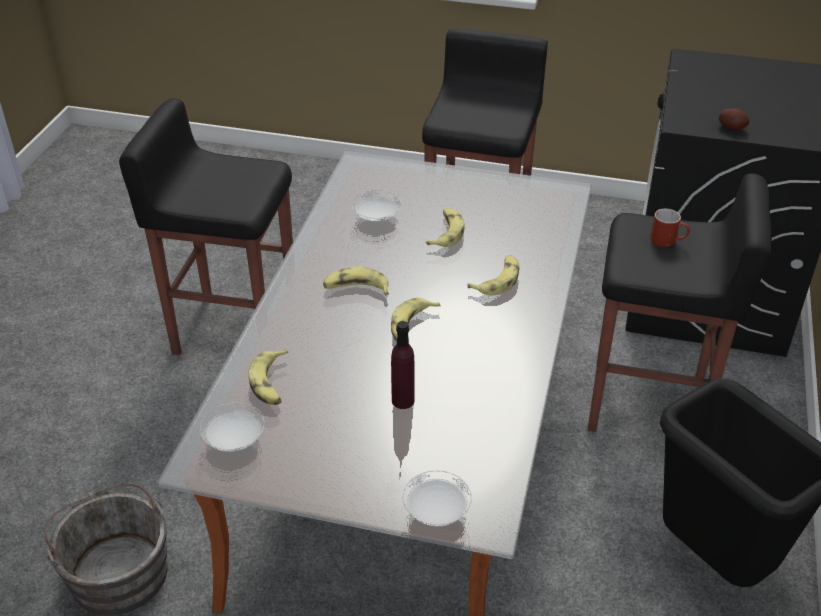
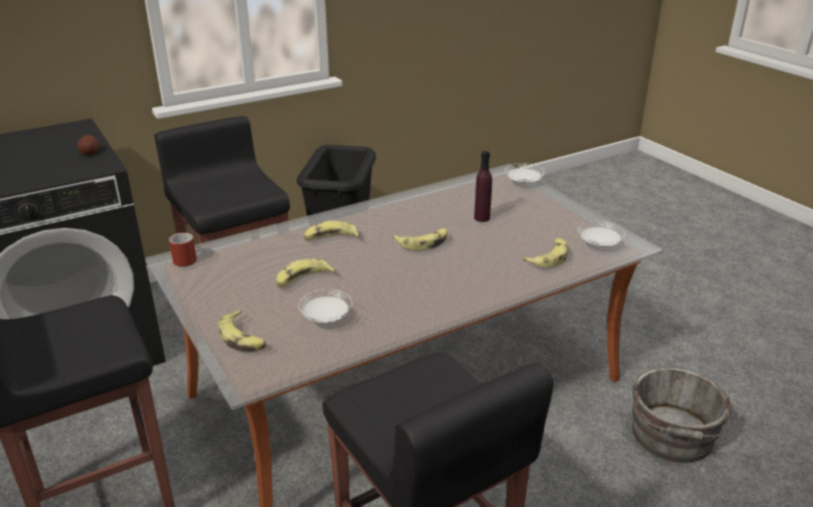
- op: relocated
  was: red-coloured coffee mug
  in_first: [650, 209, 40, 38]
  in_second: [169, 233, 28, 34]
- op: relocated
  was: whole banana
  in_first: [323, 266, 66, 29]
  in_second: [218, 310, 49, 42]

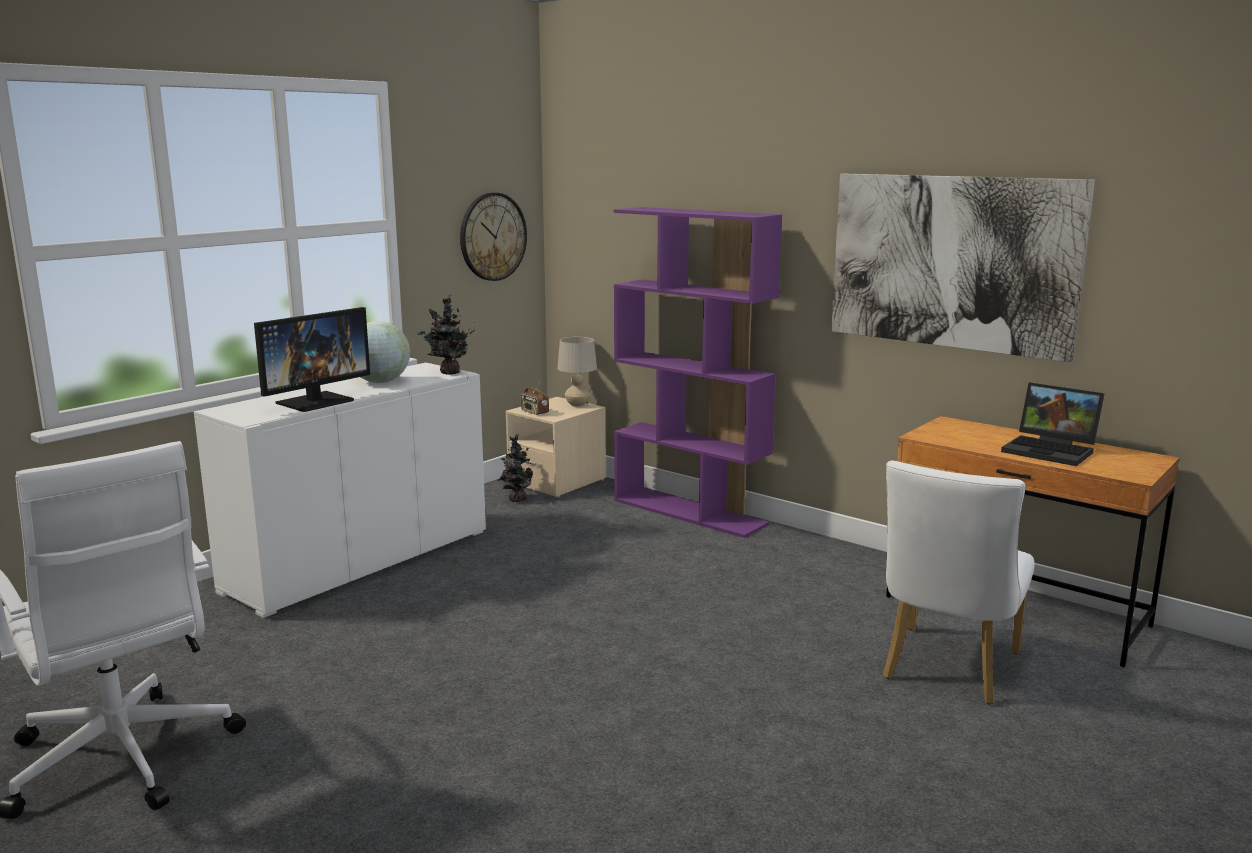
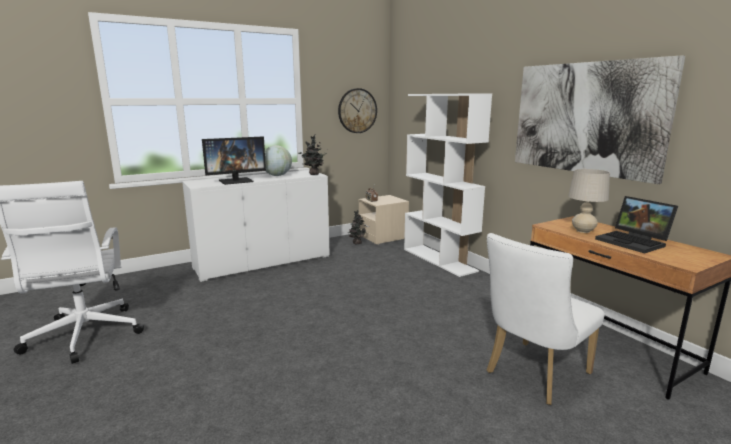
- op: colour
  was: purple bookshelf
  now: whitish bookshelf
  in_first: [614, 207, 168, 331]
  in_second: [404, 93, 88, 184]
- op: relocated
  was: sand-coloured table lamp
  in_first: [558, 337, 39, 70]
  in_second: [568, 169, 42, 64]

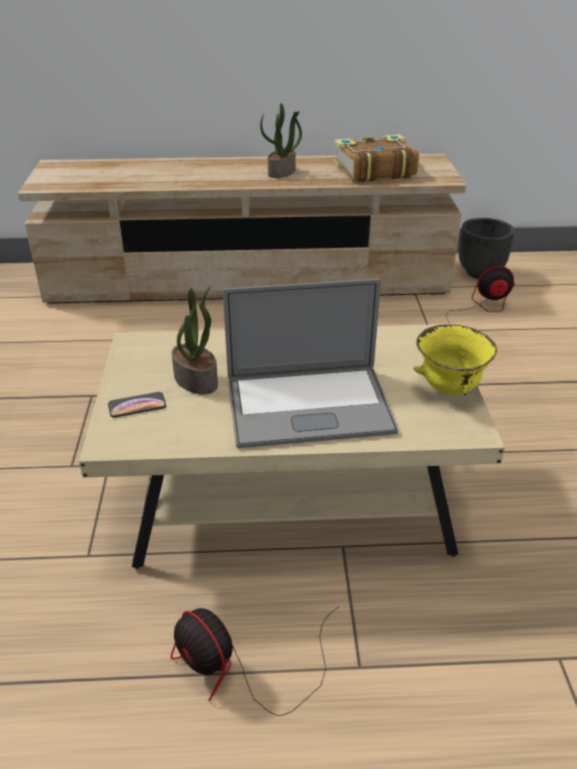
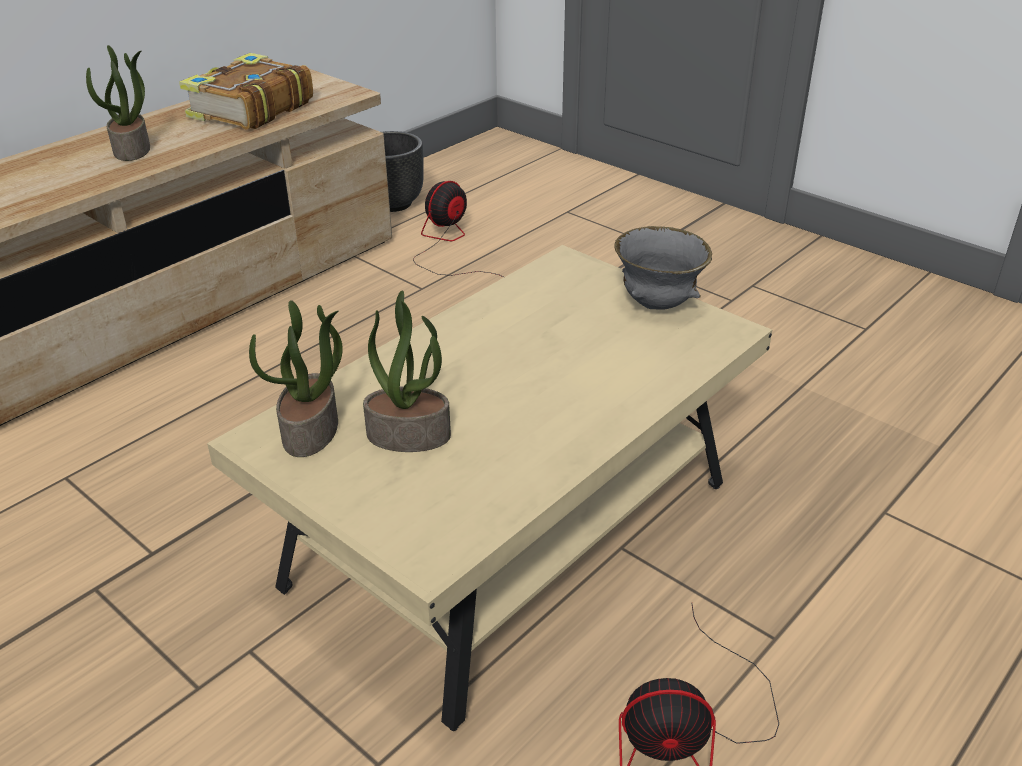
- op: missing
  was: portable computer
  in_first: [223, 279, 175, 169]
- op: colour
  was: yellow-coloured serving bowl
  now: greyish serving bowl
  in_first: [413, 324, 84, 71]
  in_second: [614, 226, 98, 84]
- op: missing
  was: telephone
  in_first: [108, 392, 58, 26]
- op: appeared
  now: potted plant
  in_second: [249, 300, 94, 157]

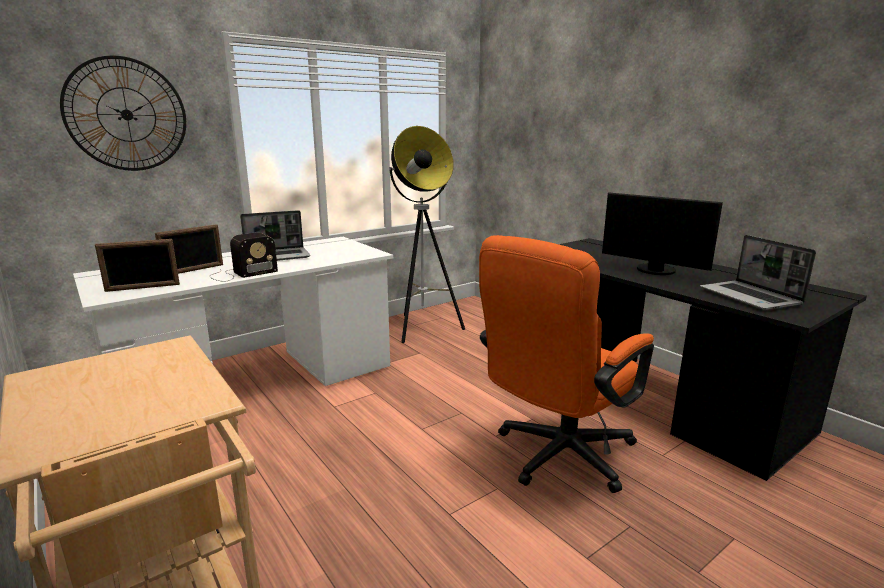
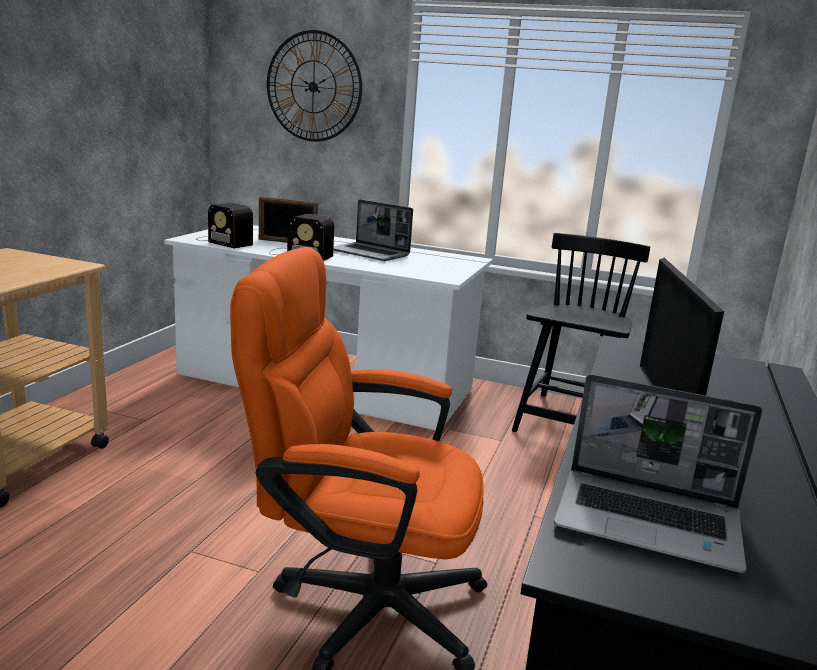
- op: exchanged
  was: floor lamp
  now: black plain chair
  in_first: [389, 126, 76, 217]
  in_second: [512, 233, 138, 199]
- op: spun
  was: portable computer
  in_first: [700, 235, 116, 75]
  in_second: [554, 374, 208, 199]
  clockwise: -105
- op: exchanged
  was: picture frame
  now: radio receiver
  in_first: [95, 239, 85, 53]
  in_second: [196, 203, 57, 45]

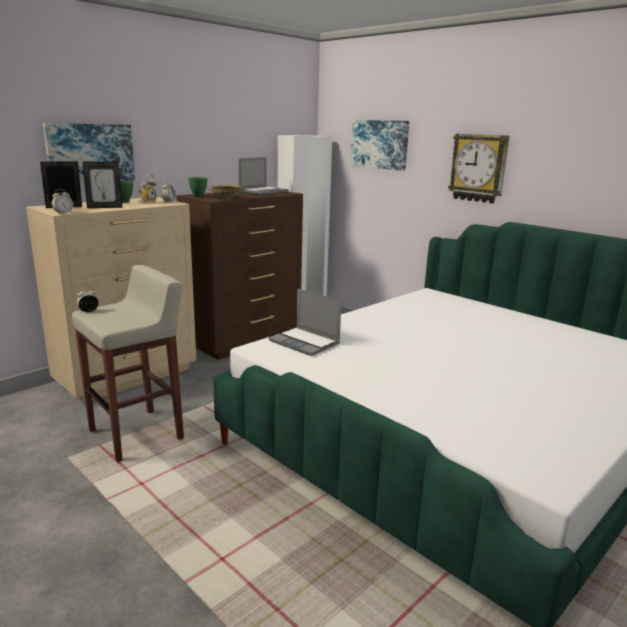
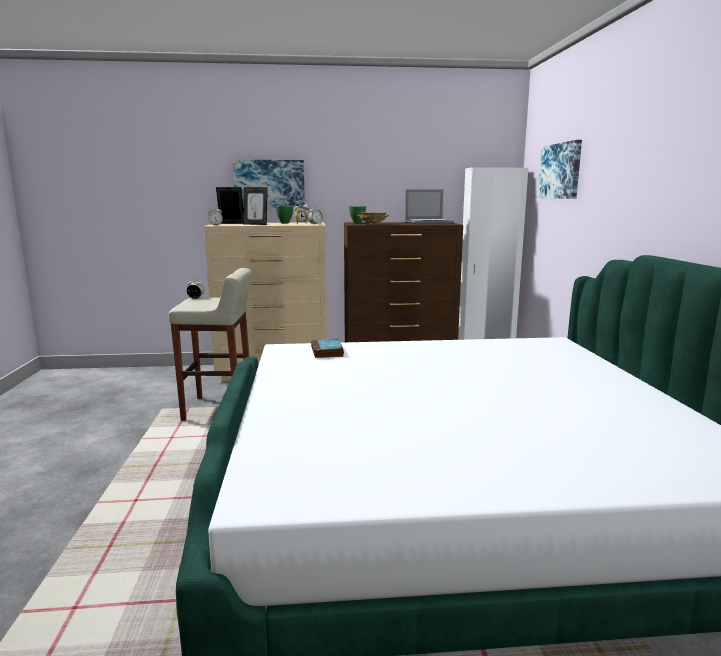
- op: missing
  was: hanging clock
  in_first: [448, 134, 61, 70]
- op: exchanged
  was: portable computer
  now: volume
  in_first: [269, 289, 73, 67]
  in_second: [311, 339, 33, 19]

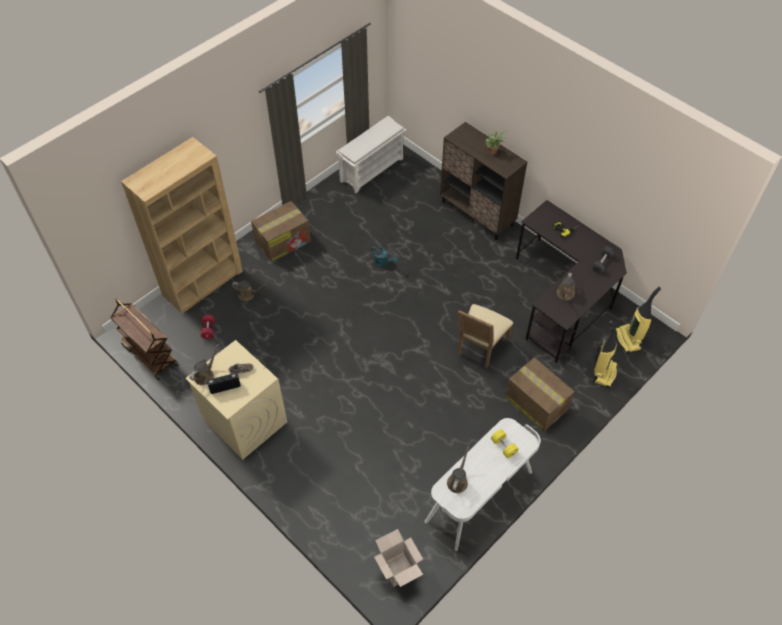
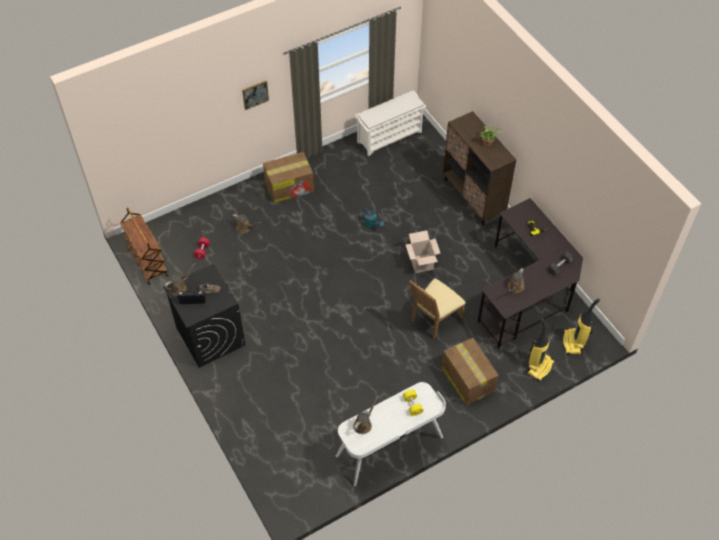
- op: missing
  was: brown-coloured bookshelf
  in_first: [121, 137, 122, 177]
- op: colour
  was: sand-coloured laundry appliance
  now: black laundry appliance
  in_first: [185, 340, 102, 120]
  in_second: [163, 264, 83, 104]
- op: relocated
  was: cardboard box
  in_first: [374, 529, 49, 58]
  in_second: [405, 230, 35, 43]
- op: appeared
  now: picture
  in_second: [242, 81, 27, 29]

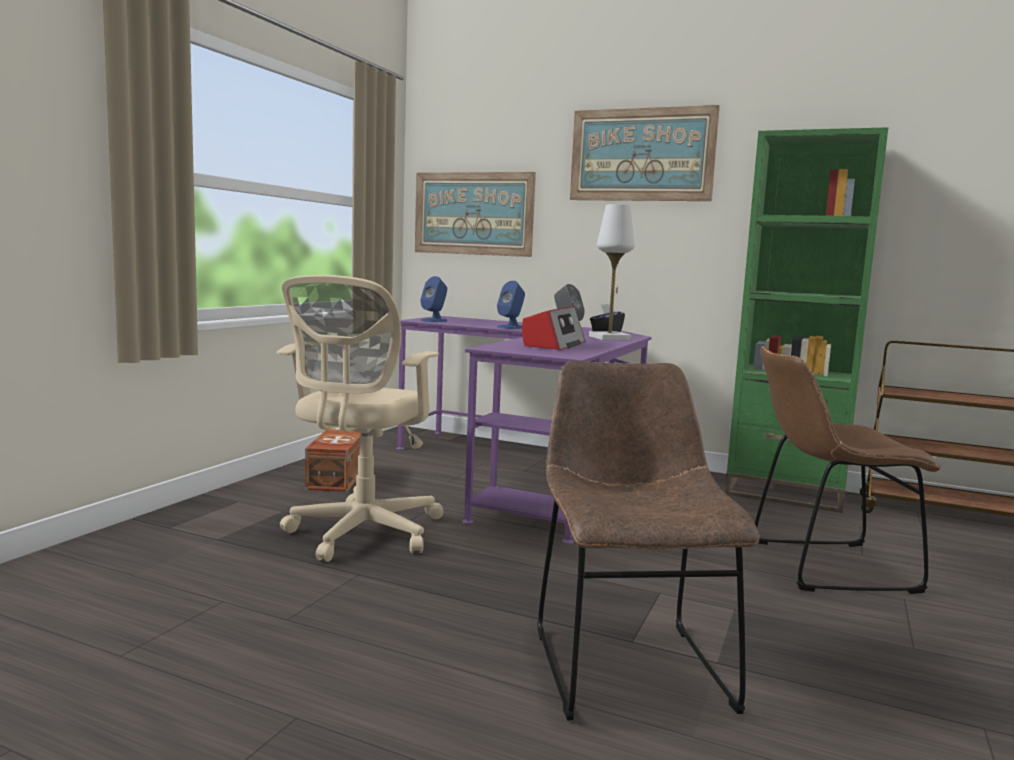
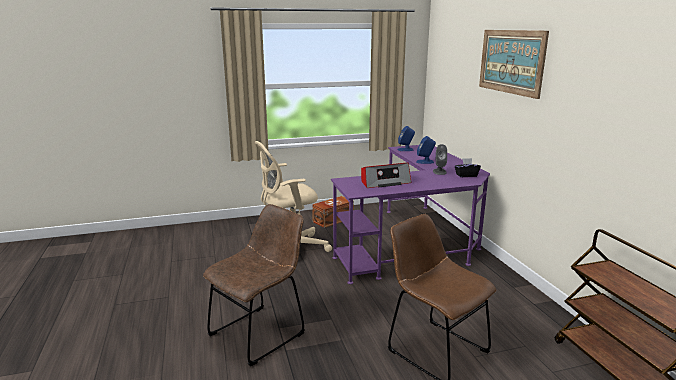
- op: missing
  was: green bookshelf
  in_first: [724, 127, 164, 386]
- op: missing
  was: picture
  in_first: [415, 172, 121, 85]
- op: missing
  was: whitish table lamp
  in_first: [589, 204, 46, 136]

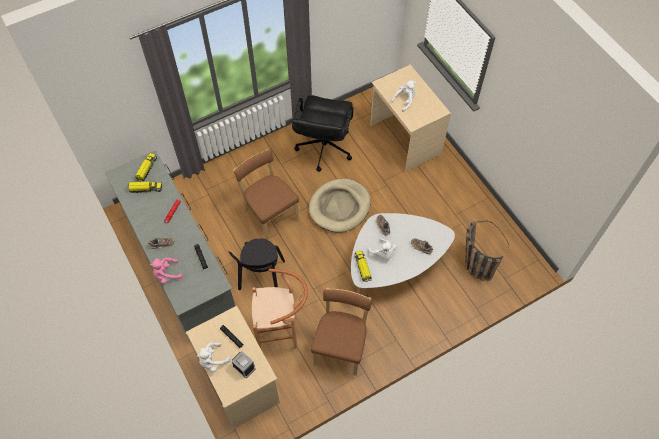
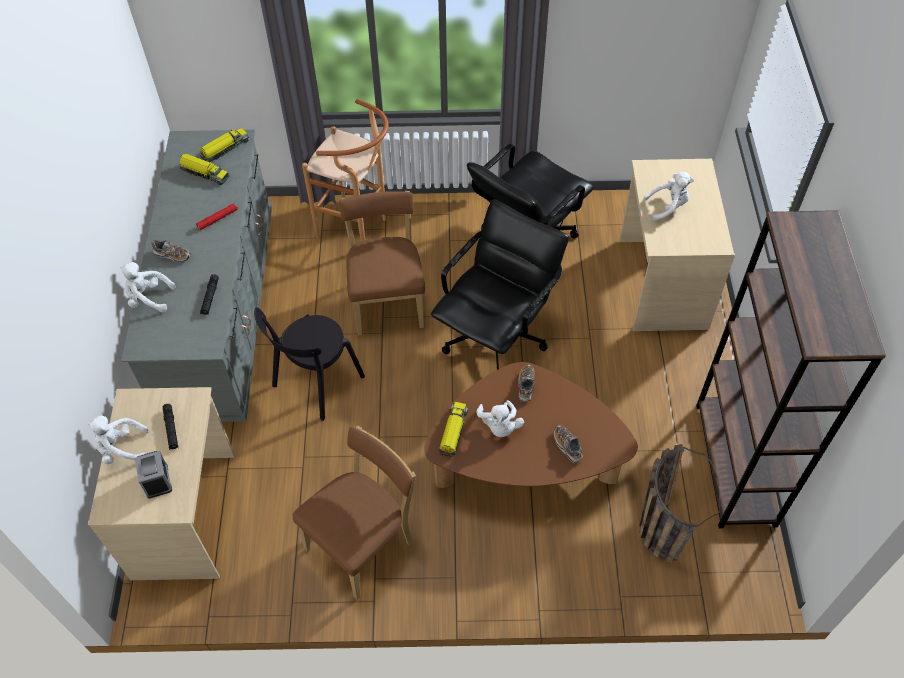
- op: exchanged
  was: sand-coloured pet bed
  now: black computer chair
  in_first: [309, 178, 62, 54]
  in_second: [431, 199, 138, 171]
- op: colour
  was: whitish lounge table
  now: brown-coloured lounge table
  in_first: [351, 213, 104, 83]
  in_second: [425, 362, 213, 126]
- op: colour
  was: pinkish soft toy
  now: whitish soft toy
  in_first: [150, 258, 33, 26]
  in_second: [120, 262, 56, 51]
- op: relocated
  was: brown-coloured stool seat
  in_first: [252, 269, 56, 81]
  in_second: [302, 99, 87, 142]
- op: appeared
  now: brown-coloured bookshelf
  in_second: [696, 210, 190, 319]

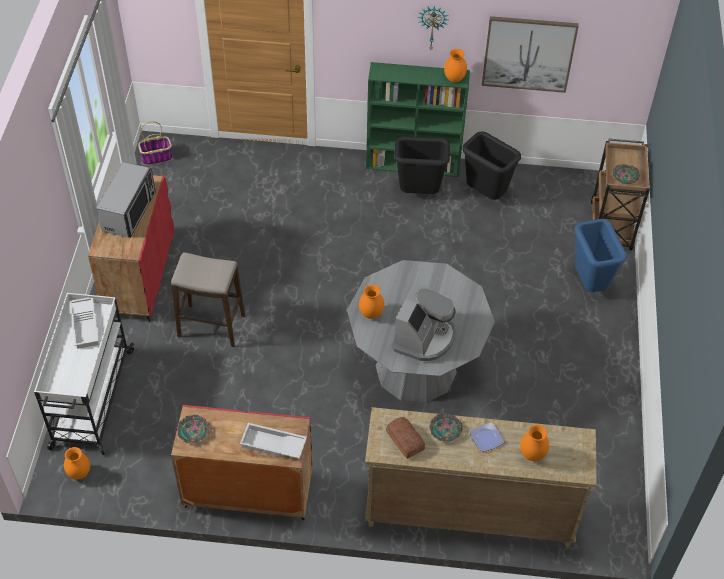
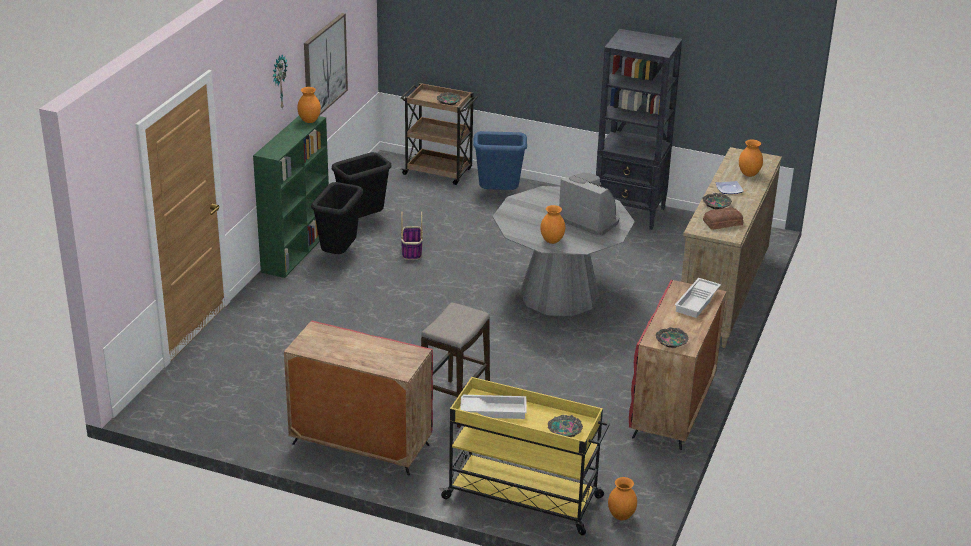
- op: relocated
  was: household basket
  in_first: [138, 121, 35, 44]
  in_second: [401, 212, 22, 48]
- op: missing
  was: microwave
  in_first: [96, 162, 60, 76]
- op: colour
  was: whitish trolley
  now: yellow-coloured trolley
  in_first: [34, 293, 101, 162]
  in_second: [439, 377, 171, 158]
- op: appeared
  now: black bookshelf
  in_second: [596, 29, 86, 201]
- op: appeared
  now: serving bowl
  in_second: [548, 415, 35, 22]

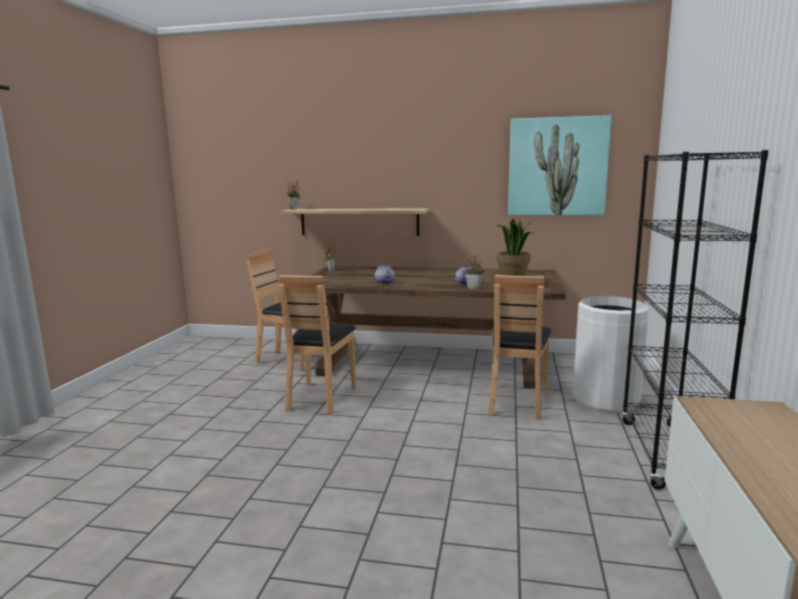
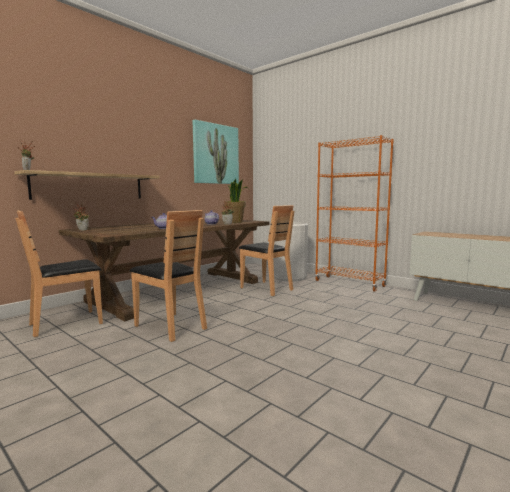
- op: colour
  was: black bookshelf
  now: orange-coloured bookshelf
  in_first: [621, 150, 148, 340]
  in_second: [315, 135, 79, 157]

